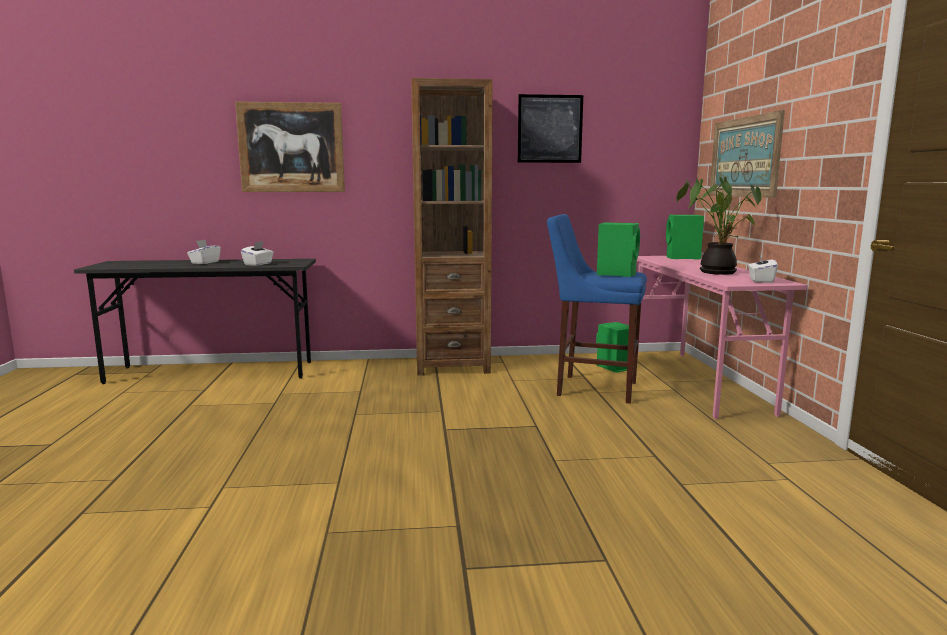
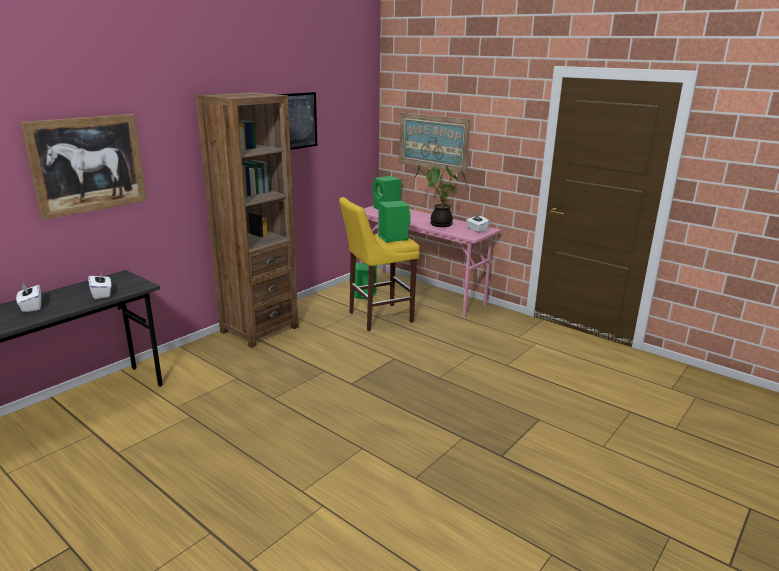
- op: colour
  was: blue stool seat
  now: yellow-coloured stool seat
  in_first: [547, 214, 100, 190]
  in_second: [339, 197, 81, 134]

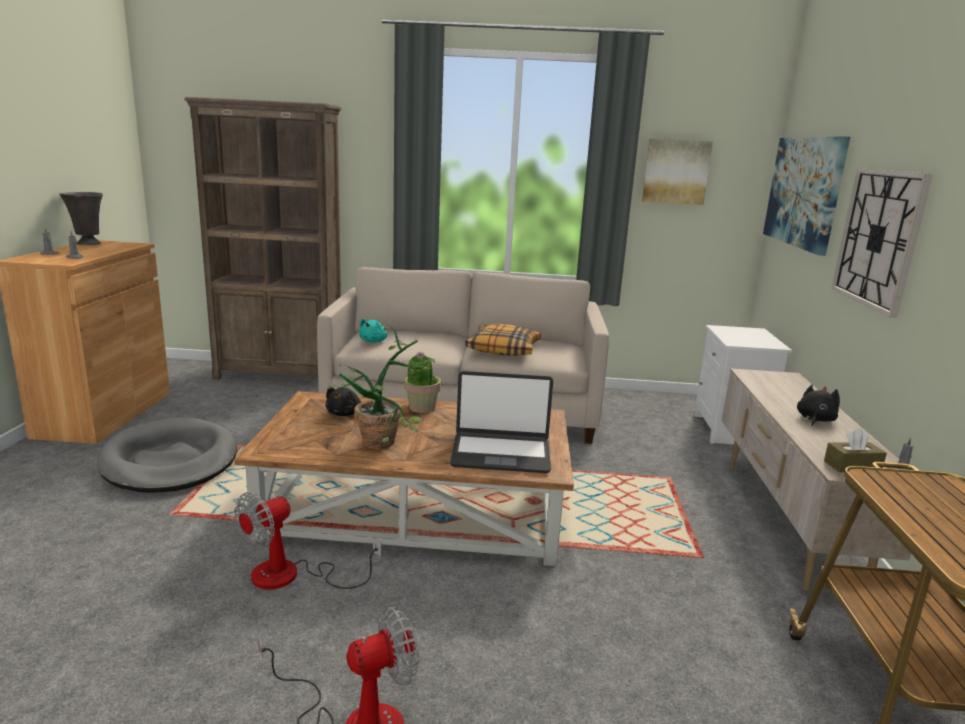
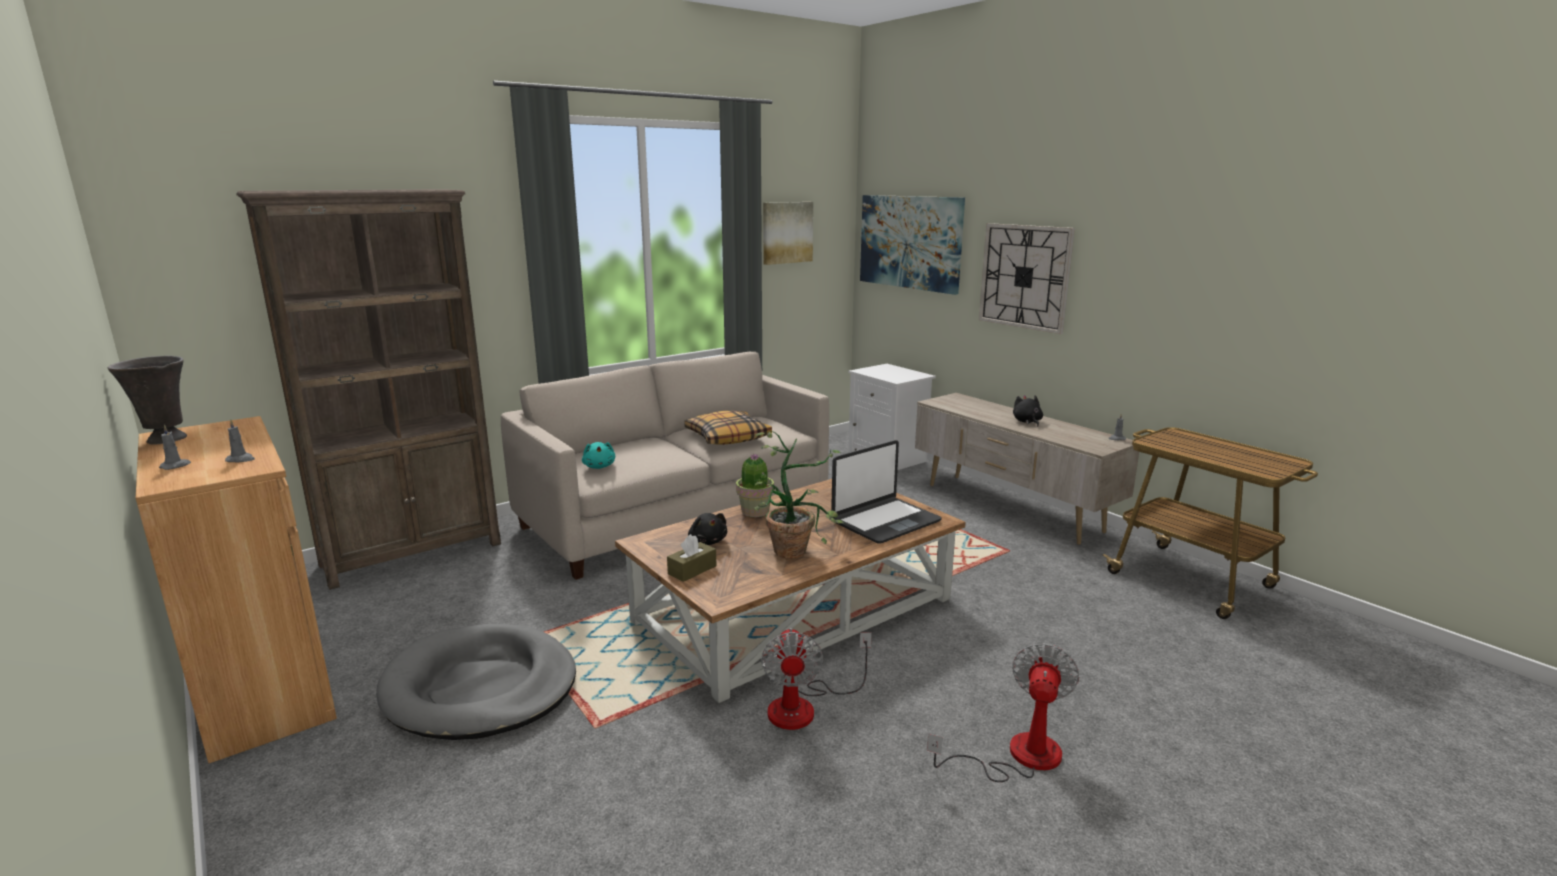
- op: relocated
  was: brown-coloured tissue box
  in_first: [824, 428, 63, 44]
  in_second: [667, 534, 50, 48]

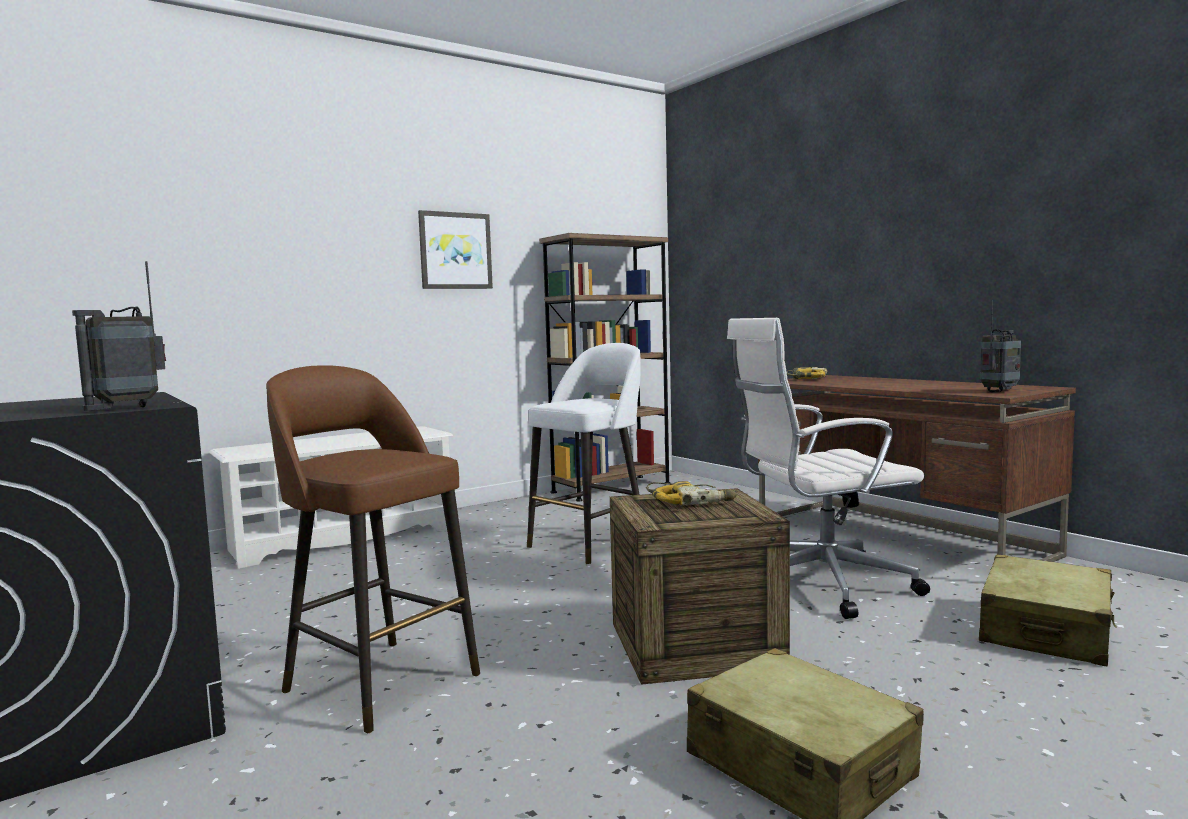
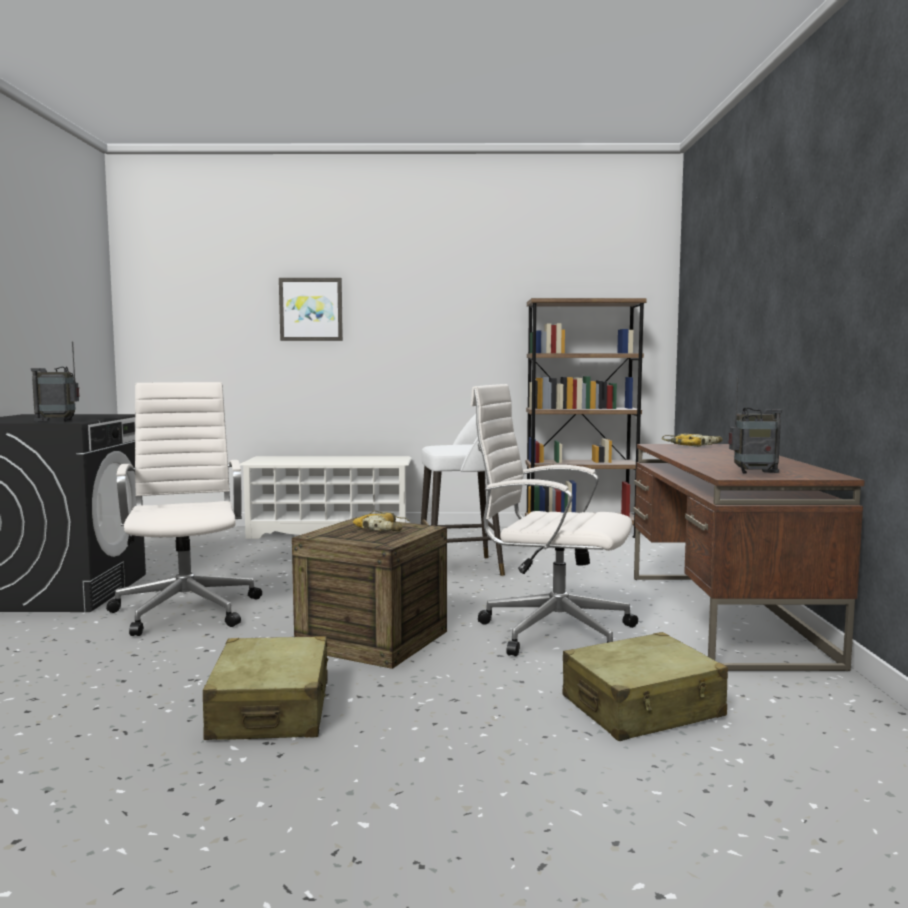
- op: relocated
  was: picture
  in_first: [418, 210, 75, 79]
  in_second: [279, 278, 64, 63]
- op: exchanged
  was: brown-coloured stool seat
  now: whitish computer chair
  in_first: [266, 365, 214, 368]
  in_second: [106, 382, 156, 254]

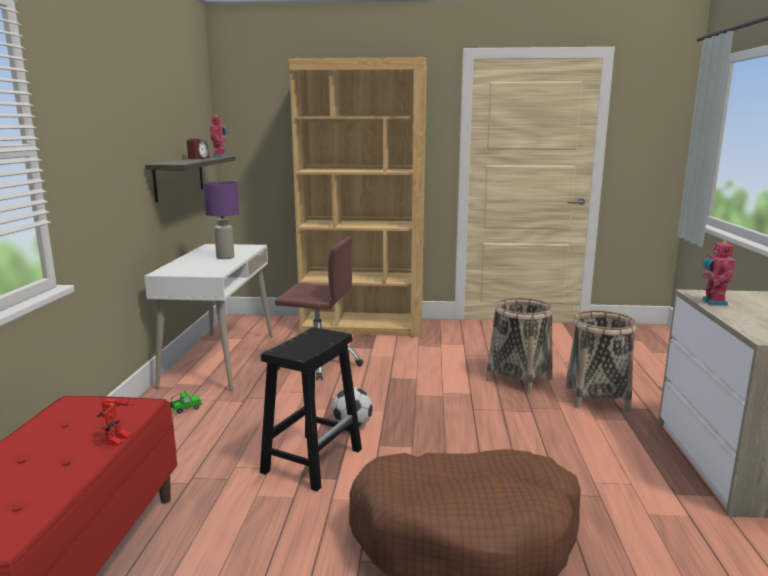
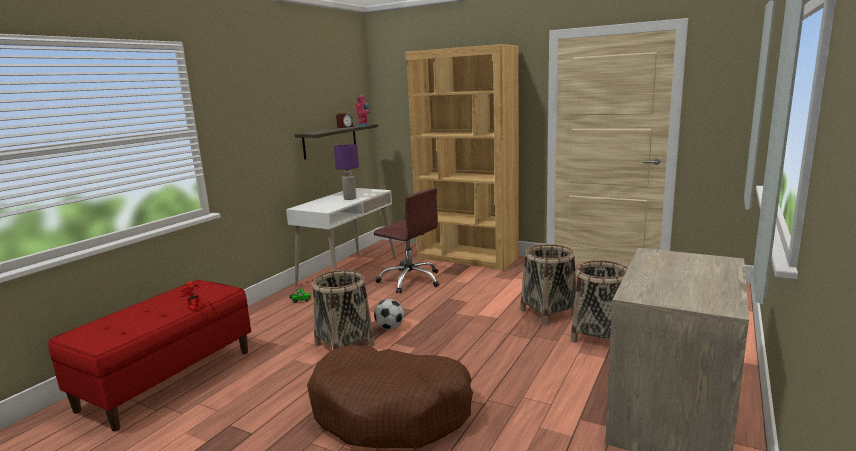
- op: missing
  was: toy robot
  in_first: [702, 240, 33, 66]
- op: exchanged
  was: black stool seat
  now: household basket
  in_first: [260, 327, 102, 164]
  in_second: [312, 270, 63, 80]

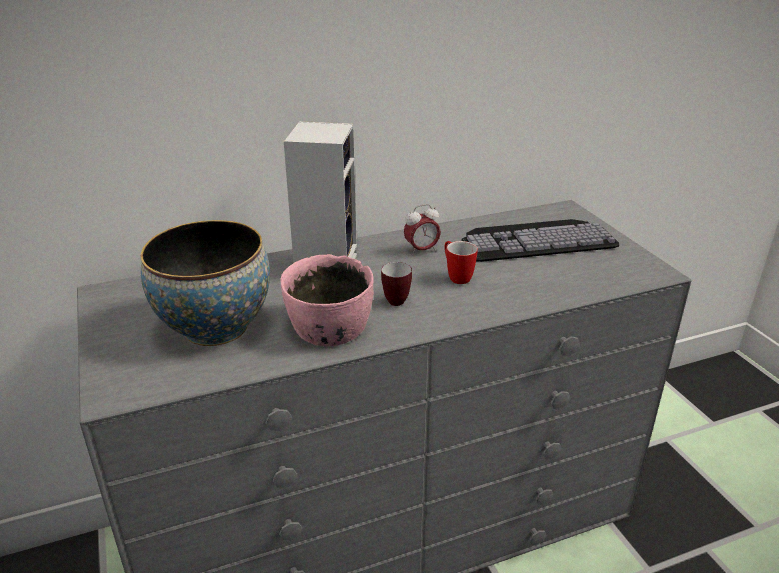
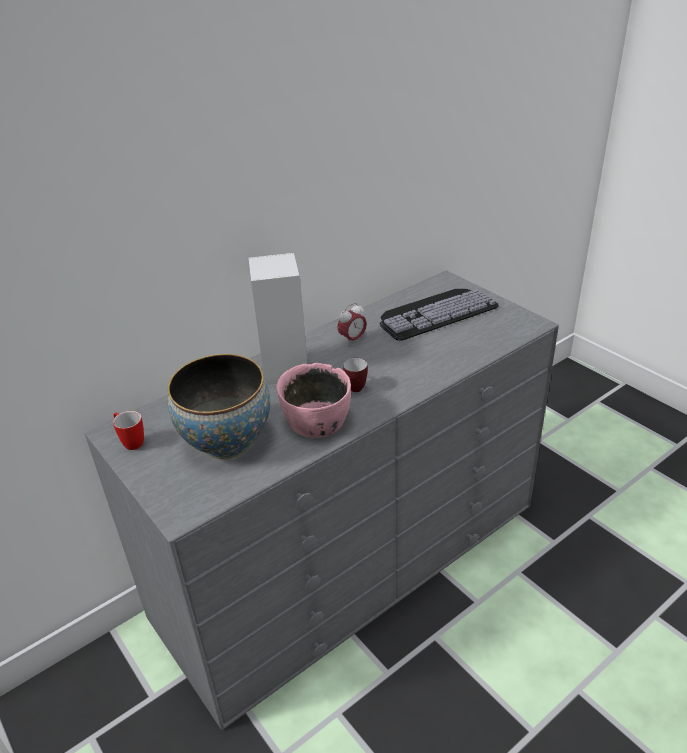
- op: relocated
  was: coffee mug
  in_first: [444, 241, 34, 43]
  in_second: [113, 411, 31, 39]

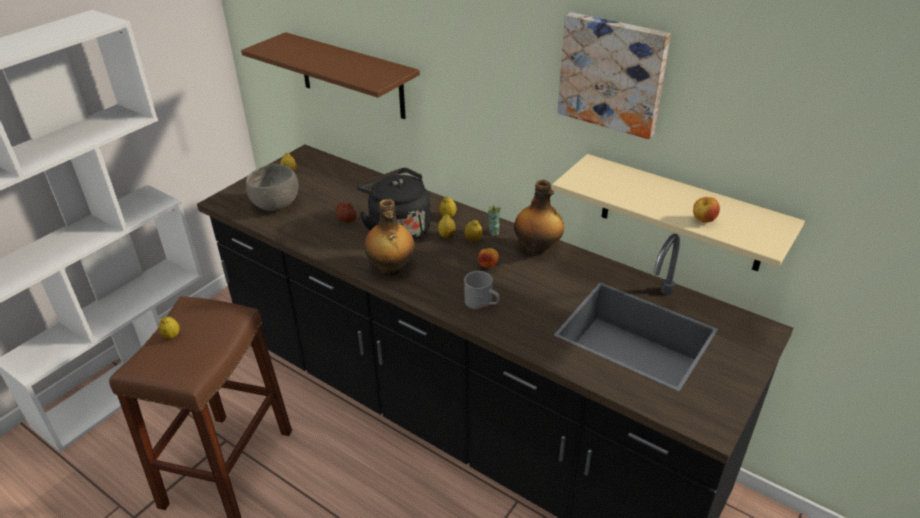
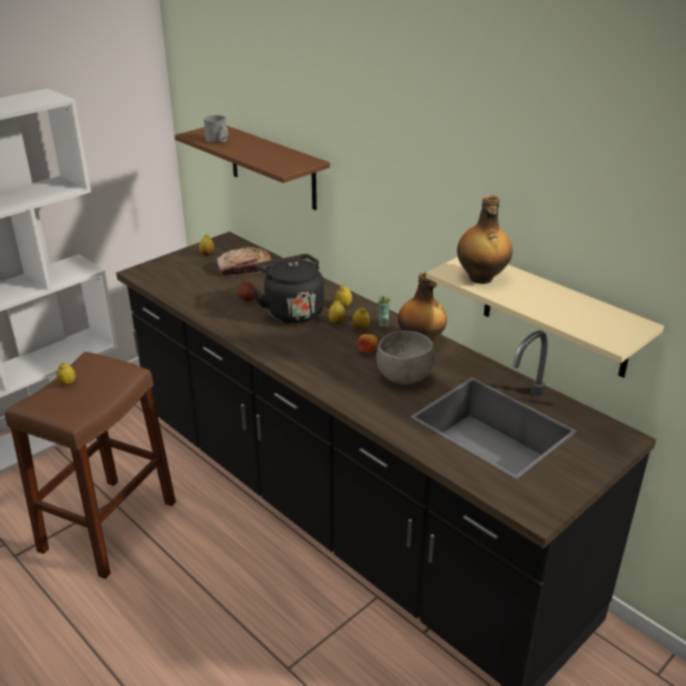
- op: missing
  was: picture
  in_first: [557, 12, 114, 127]
- op: relocated
  was: greyish serving bowl
  in_first: [246, 164, 52, 47]
  in_second: [376, 331, 59, 54]
- op: missing
  was: apple fruit
  in_first: [693, 197, 27, 26]
- op: relocated
  was: drink bottle
  in_first: [364, 199, 51, 76]
  in_second: [457, 195, 56, 89]
- op: relocated
  was: greyish coffee mug
  in_first: [464, 271, 35, 39]
  in_second: [203, 115, 25, 28]
- op: appeared
  now: baked bread
  in_second: [216, 247, 56, 29]

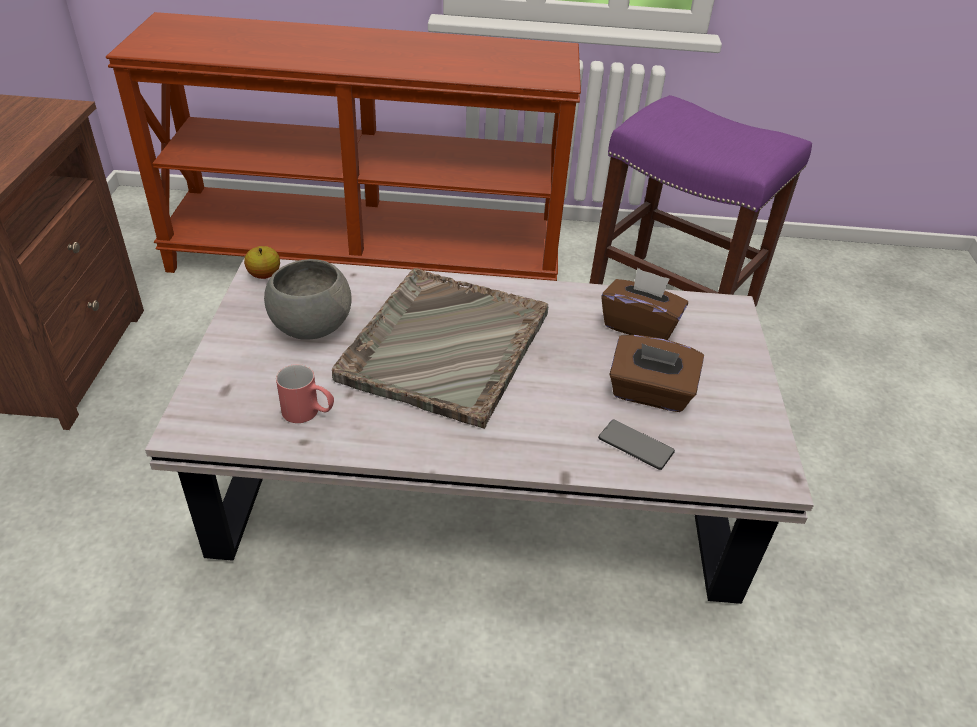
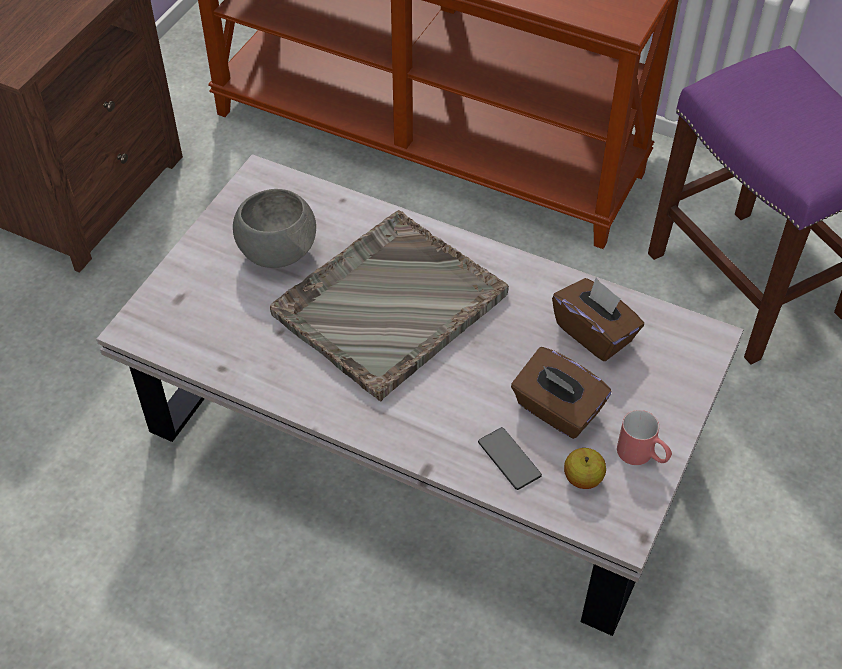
- op: relocated
  was: apple fruit
  in_first: [244, 246, 36, 33]
  in_second: [564, 448, 42, 41]
- op: relocated
  was: red-coloured coffee mug
  in_first: [276, 364, 58, 59]
  in_second: [617, 410, 55, 55]

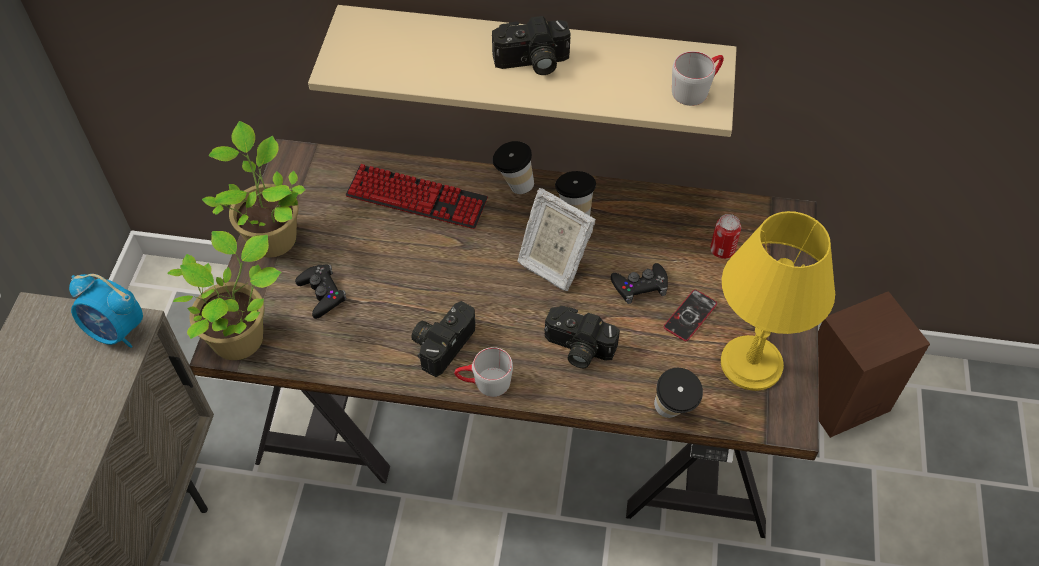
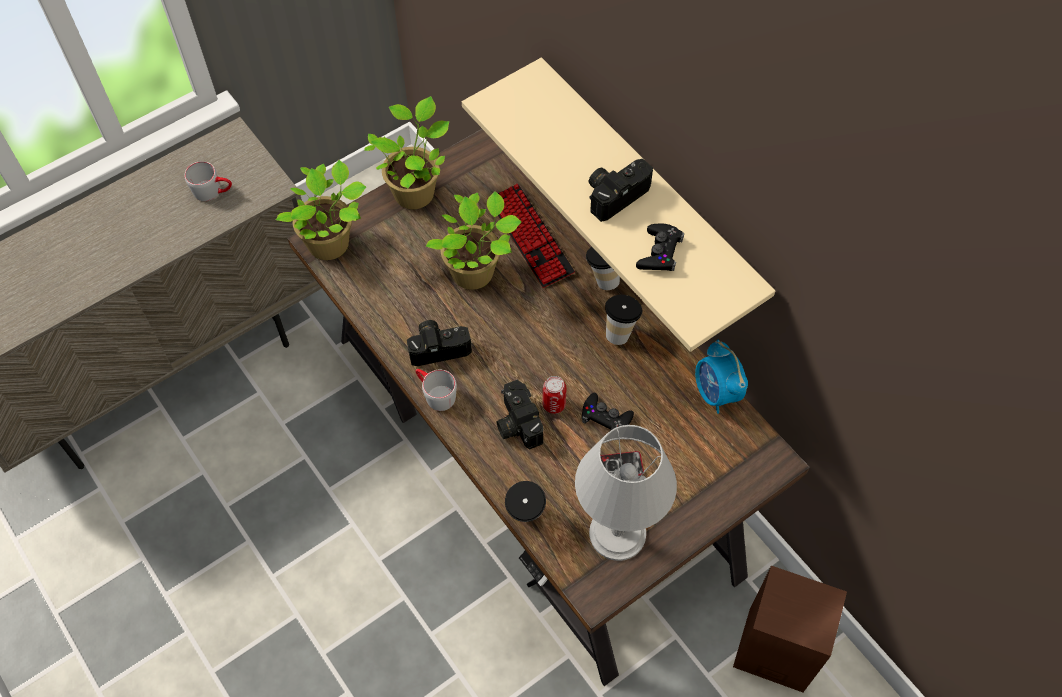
- op: spun
  was: still camera
  in_first: [492, 16, 79, 59]
  in_second: [589, 159, 64, 63]
  clockwise: 105
- op: relocated
  was: greyish coffee mug
  in_first: [672, 51, 52, 55]
  in_second: [185, 161, 47, 40]
- op: missing
  was: picture frame
  in_first: [517, 188, 79, 103]
- op: colour
  was: yellow-coloured table lamp
  now: greyish table lamp
  in_first: [721, 211, 114, 180]
  in_second: [575, 425, 102, 136]
- op: relocated
  was: sealed can
  in_first: [710, 214, 31, 45]
  in_second: [543, 376, 23, 38]
- op: relocated
  was: black joypad
  in_first: [295, 264, 52, 55]
  in_second: [636, 224, 48, 47]
- op: relocated
  was: table clock
  in_first: [69, 274, 74, 74]
  in_second: [695, 340, 53, 74]
- op: appeared
  now: potted plant
  in_second: [425, 191, 96, 99]

